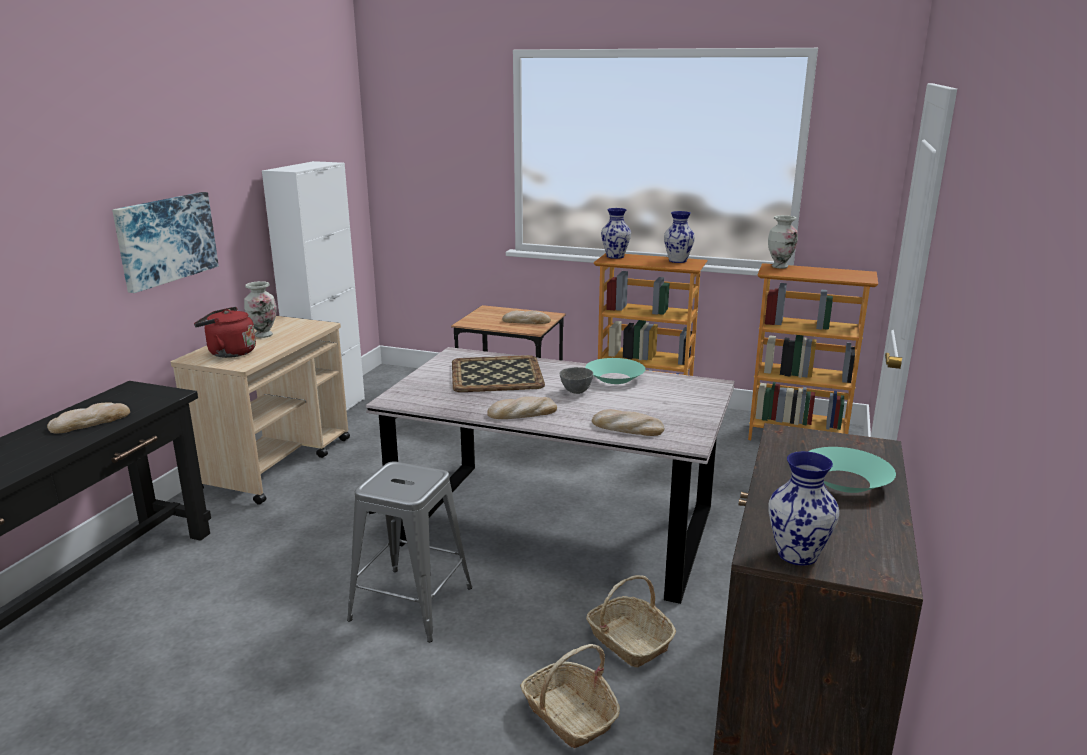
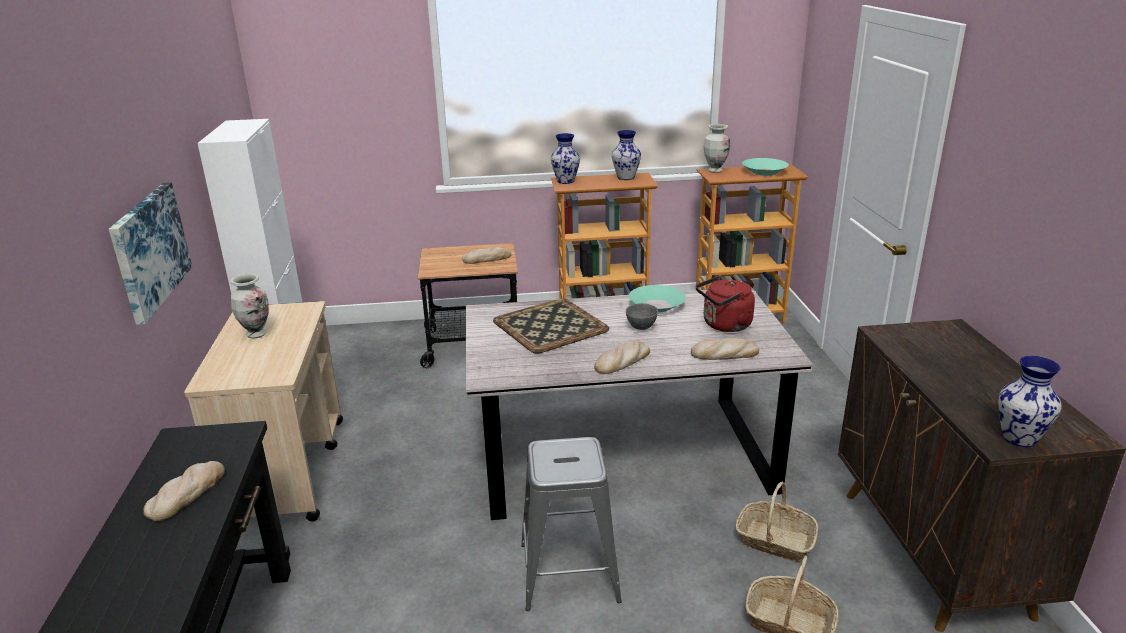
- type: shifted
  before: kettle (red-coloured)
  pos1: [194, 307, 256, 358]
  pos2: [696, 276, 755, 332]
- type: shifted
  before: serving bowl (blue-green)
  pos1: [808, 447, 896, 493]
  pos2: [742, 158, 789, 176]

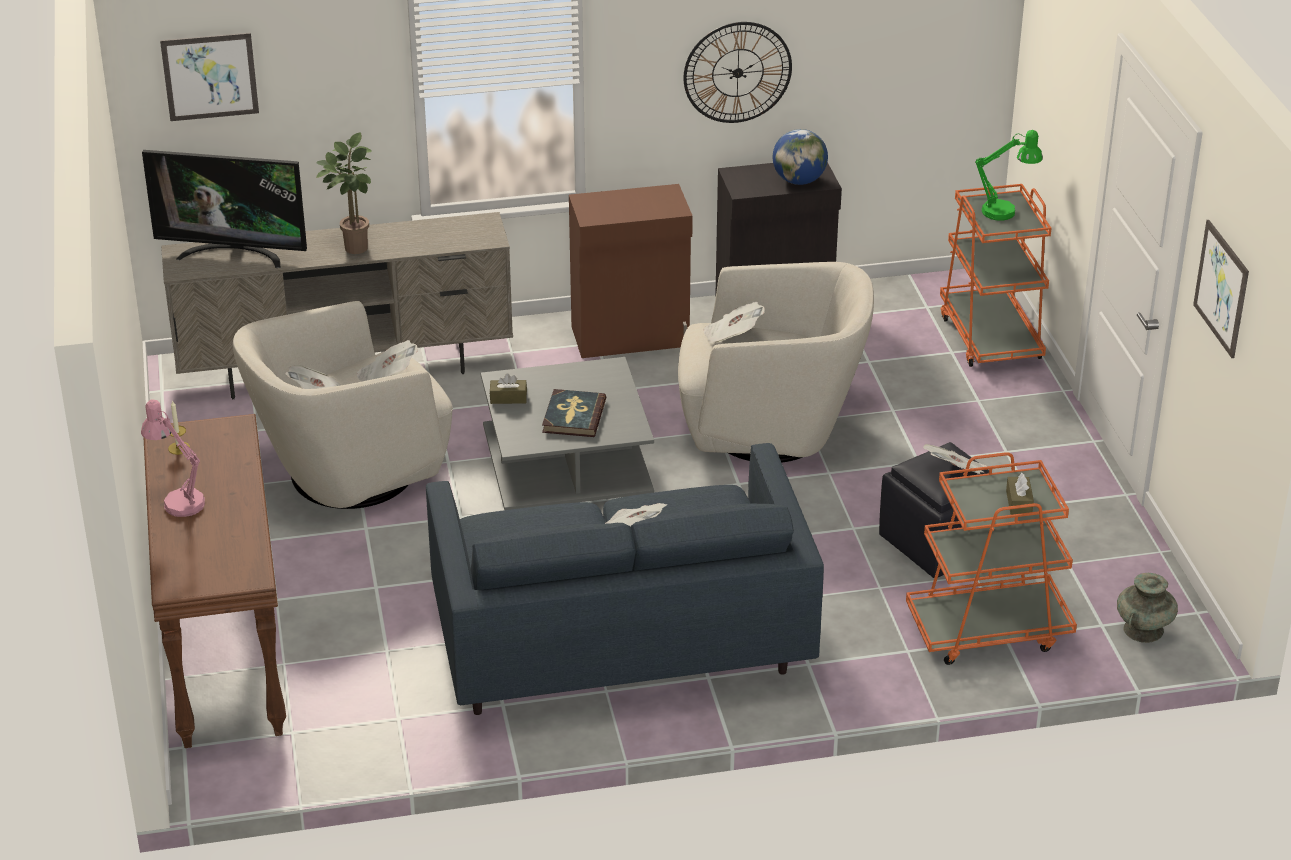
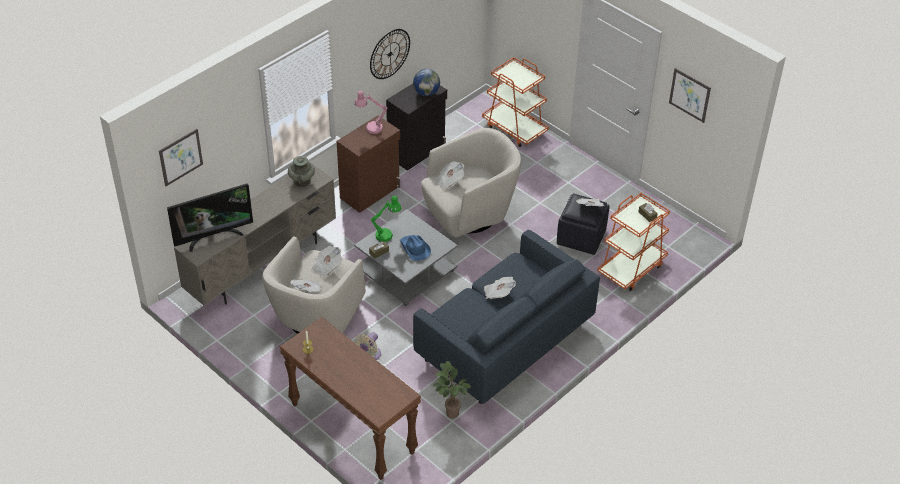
- type: shifted
  before: lamp for a table (pink)
  pos1: [141, 399, 205, 517]
  pos2: [355, 91, 388, 134]
- type: shifted
  before: potted plant
  pos1: [316, 133, 372, 254]
  pos2: [433, 361, 471, 419]
- type: swapped
  before: bound book
  after: wearable hat (blue-coloured)
  pos1: [542, 389, 606, 437]
  pos2: [400, 235, 431, 261]
- type: shifted
  before: lamp for a table (green)
  pos1: [975, 130, 1043, 221]
  pos2: [371, 196, 401, 242]
- type: shifted
  before: decorative vase (blue-green)
  pos1: [1117, 573, 1178, 643]
  pos2: [288, 156, 315, 187]
- type: new
  after: fan (sand-coloured)
  pos2: [355, 332, 381, 360]

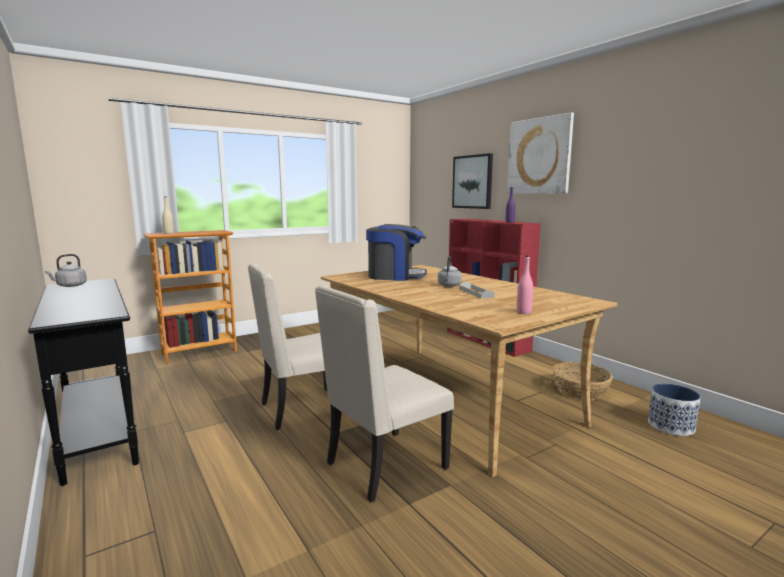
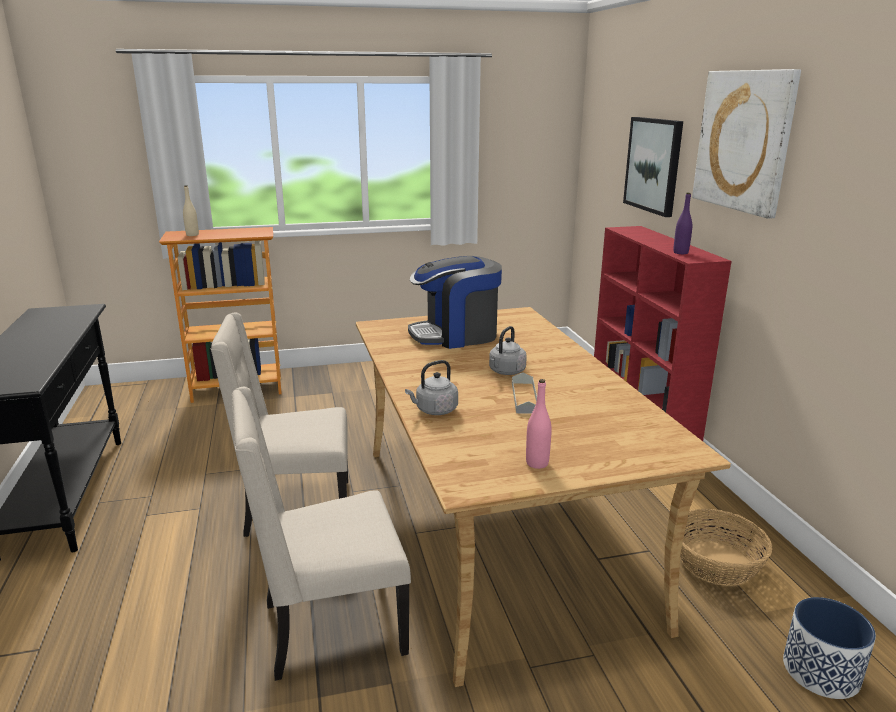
- type: shifted
  before: kettle (grey)
  pos1: [45, 254, 87, 287]
  pos2: [405, 360, 458, 415]
- type: rotated
  before: coffee machine
  pos1: [366, 224, 427, 281]
  pos2: [408, 256, 502, 349]
  turn: 135

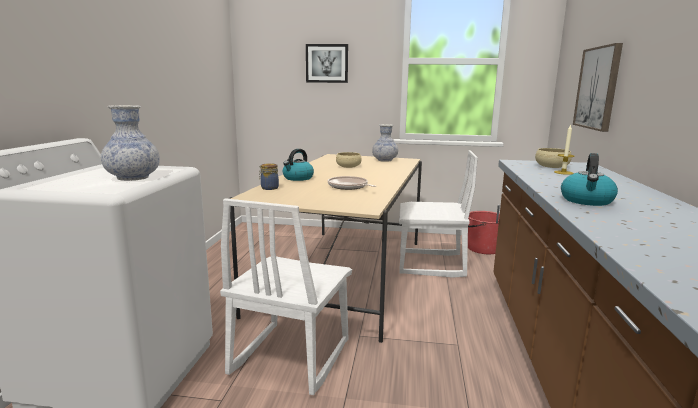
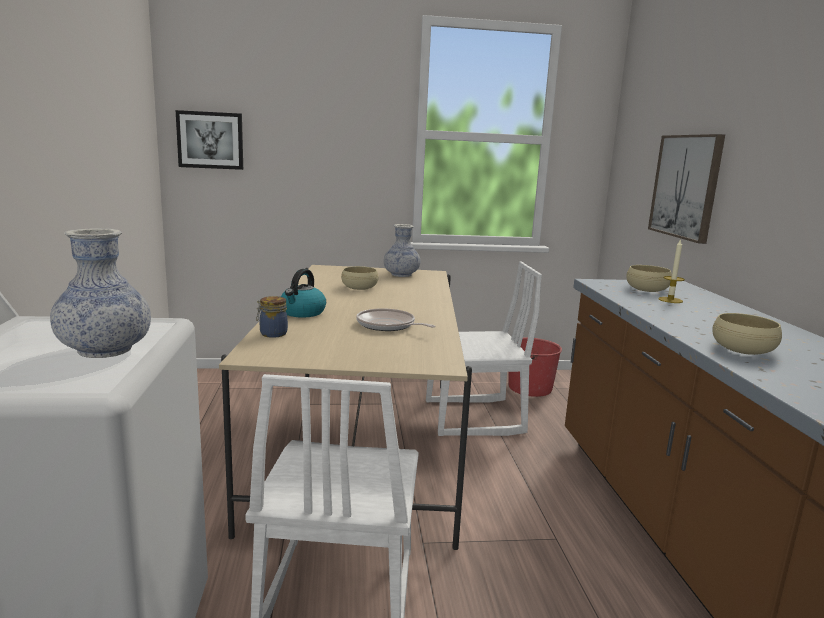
- type: shifted
  before: wall picture
  pos1: [306, 44, 348, 83]
  pos2: [175, 110, 243, 170]
- type: swapped
  before: kettle
  after: serving bowl (sand-coloured)
  pos1: [561, 153, 618, 206]
  pos2: [712, 313, 782, 355]

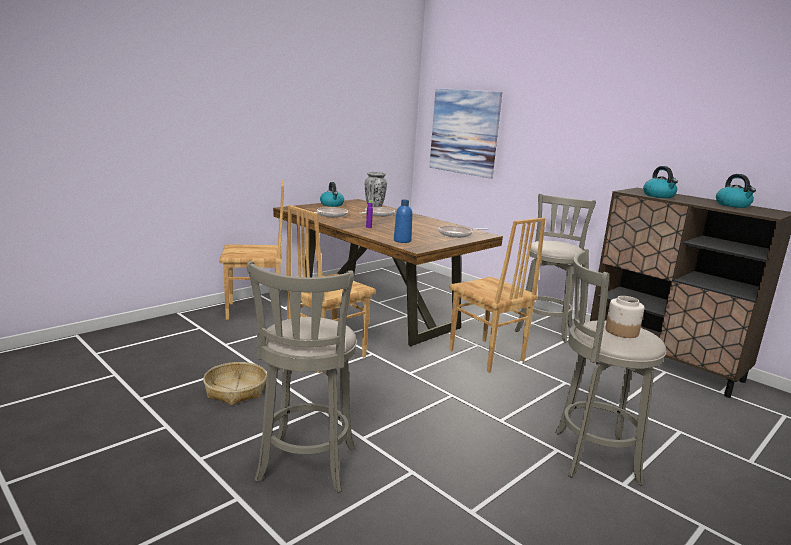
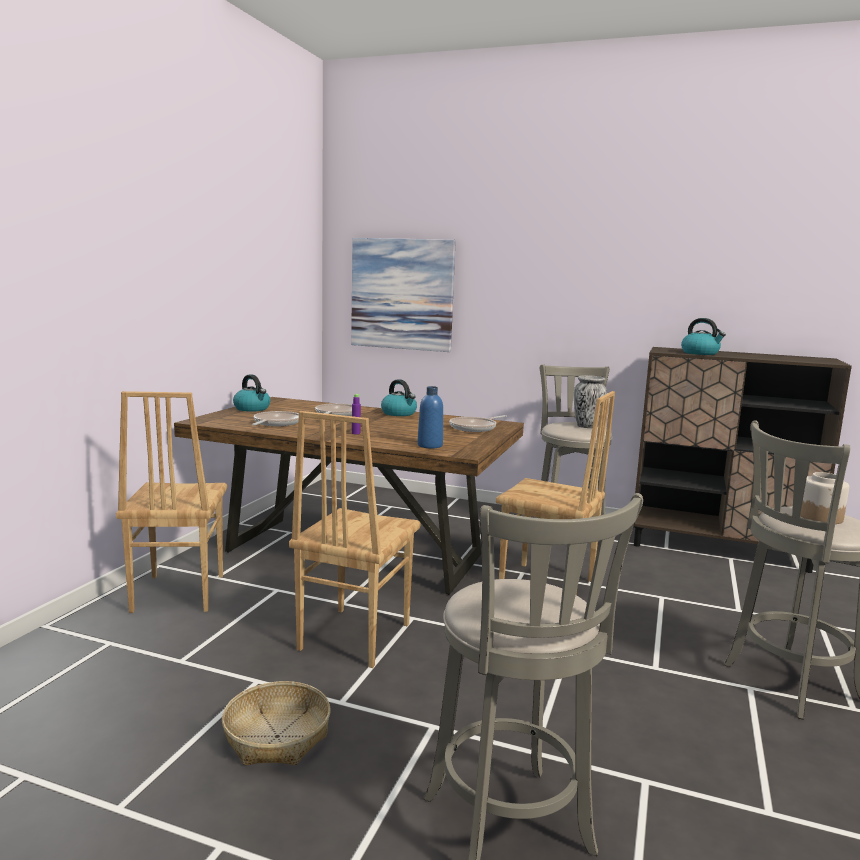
- type: rotated
  before: plain chair (brownish)
  pos1: [219, 180, 284, 320]
  pos2: [116, 391, 227, 613]
  turn: 120
- type: shifted
  before: decorative vase
  pos1: [365, 172, 387, 207]
  pos2: [574, 375, 607, 428]
- type: shifted
  before: kettle
  pos1: [716, 174, 756, 208]
  pos2: [381, 379, 417, 416]

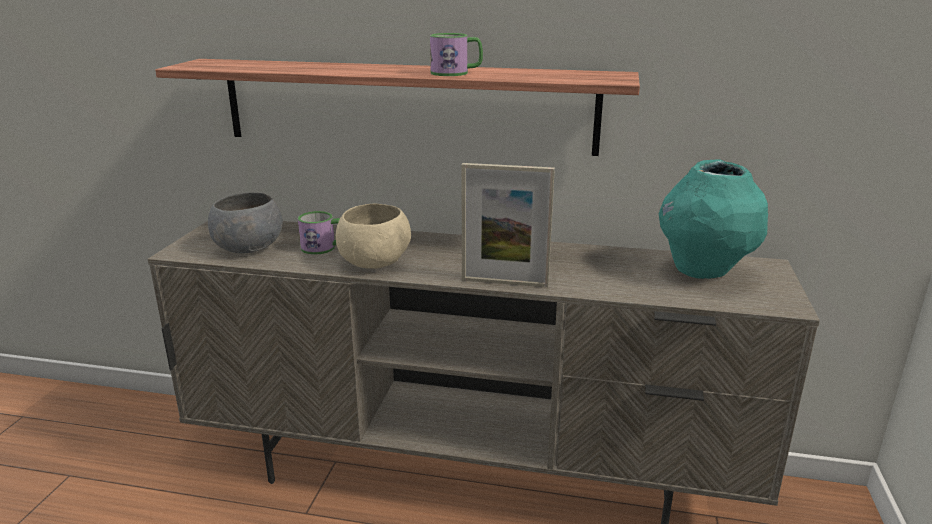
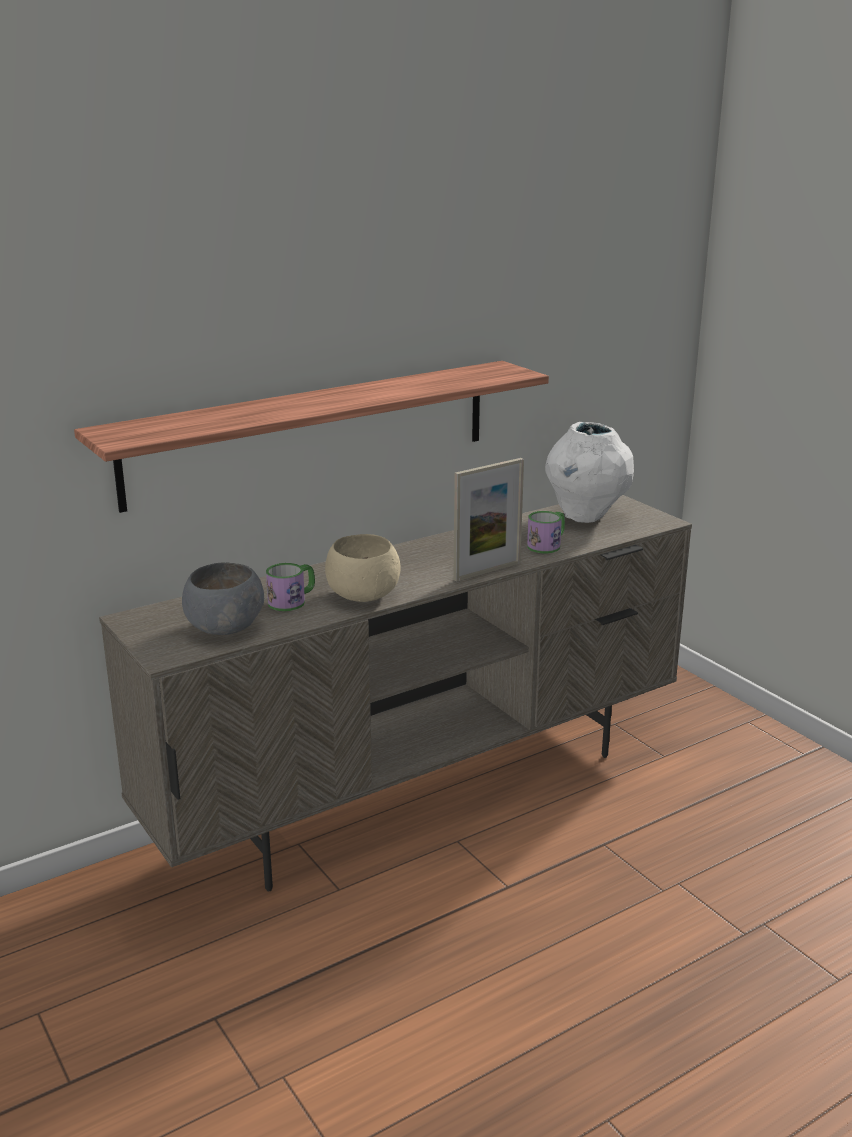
- type: shifted
  before: coffee mug
  pos1: [430, 33, 483, 76]
  pos2: [527, 511, 565, 553]
- type: repainted
  before: decorative vase (blue-green)
  after: decorative vase (white-coloured)
  pos1: [659, 160, 768, 279]
  pos2: [545, 422, 634, 523]

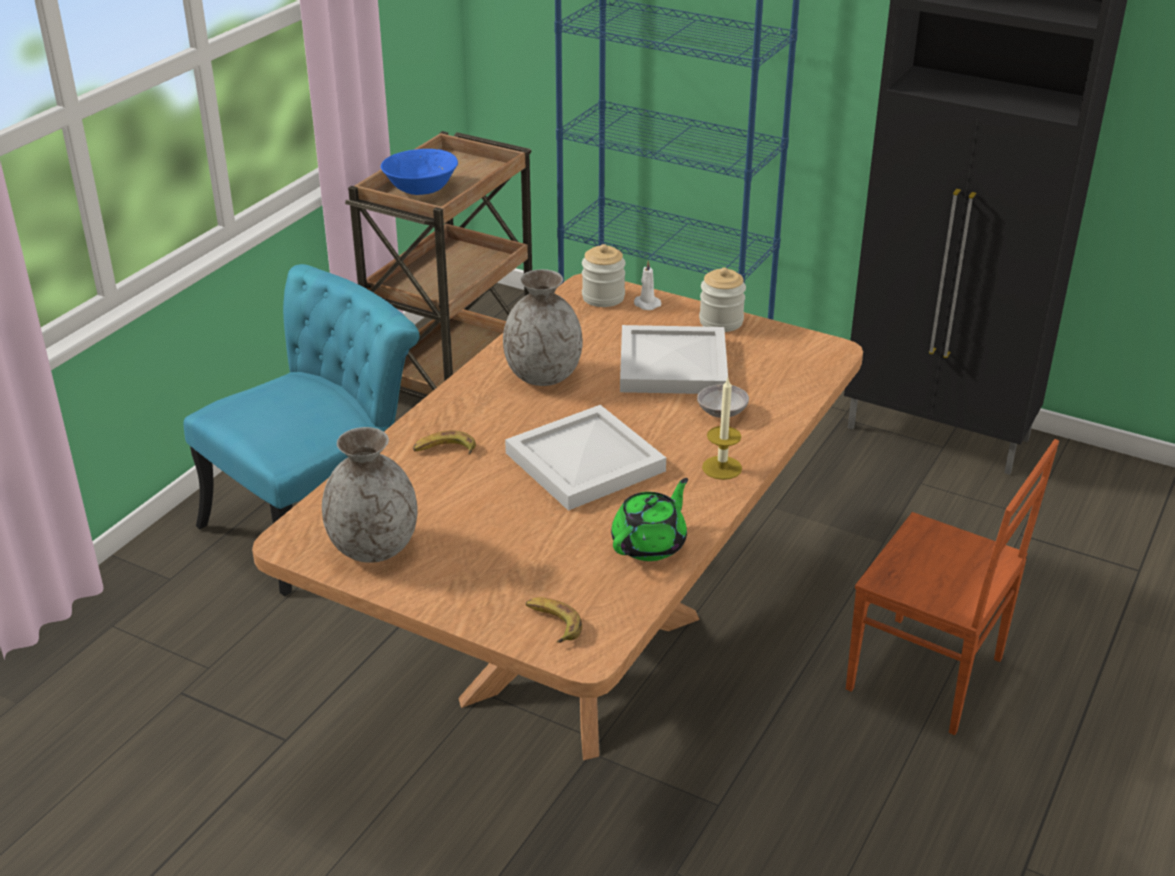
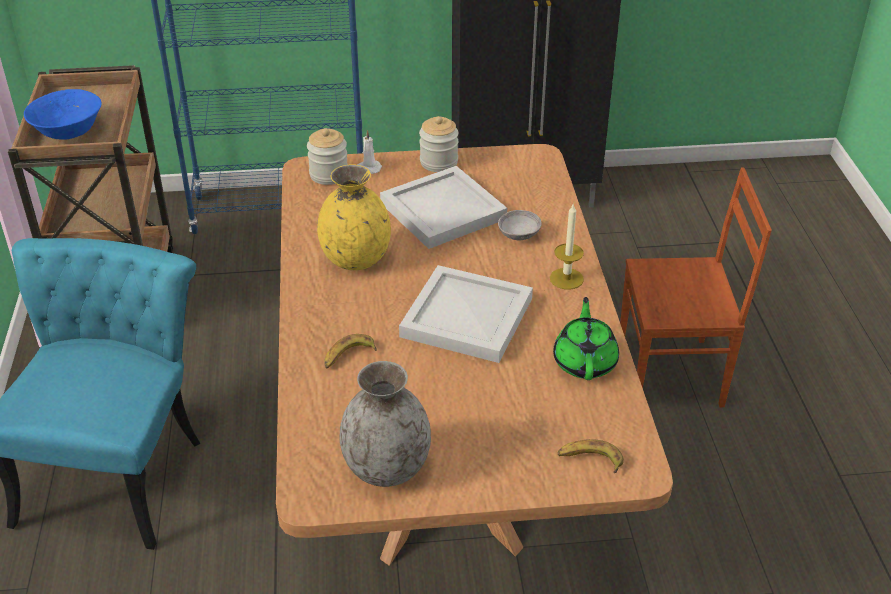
- type: repainted
  before: decorative vase (grey)
  after: decorative vase (yellowish)
  pos1: [503, 269, 583, 386]
  pos2: [317, 164, 391, 270]

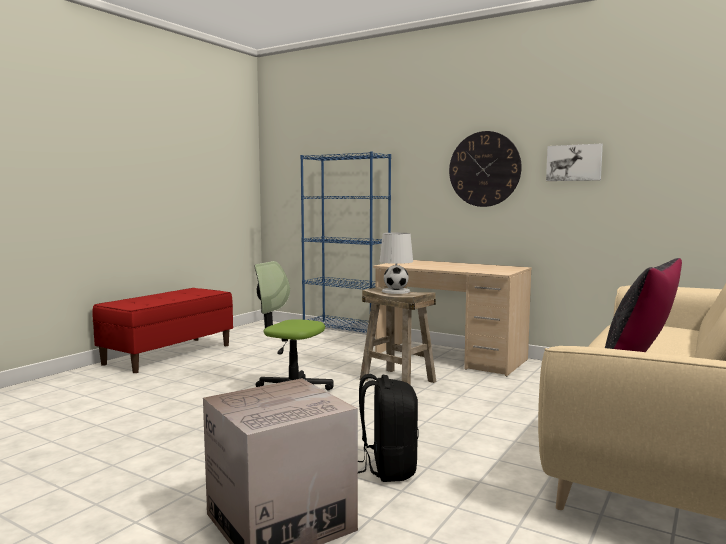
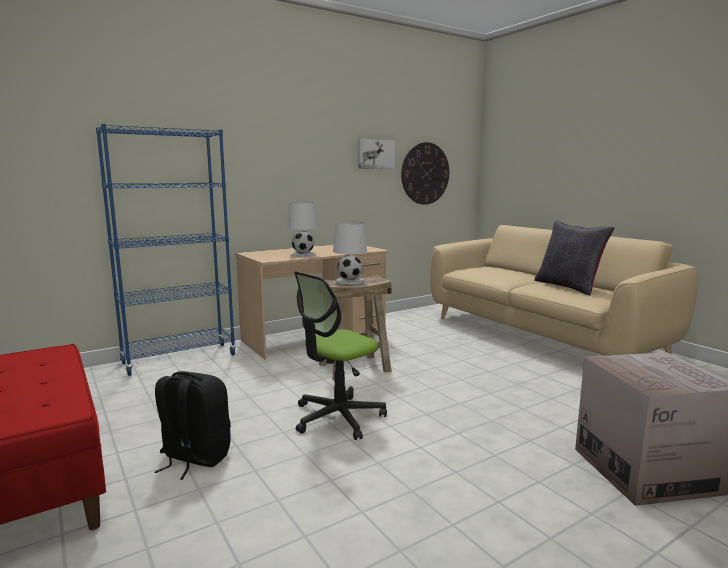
- type: shifted
  before: knapsack (black-coloured)
  pos1: [358, 374, 419, 482]
  pos2: [155, 371, 231, 480]
- type: shifted
  before: hanging clock
  pos1: [449, 131, 522, 207]
  pos2: [401, 142, 449, 205]
- type: new
  after: lamp for a table (white-coloured)
  pos2: [287, 202, 318, 257]

